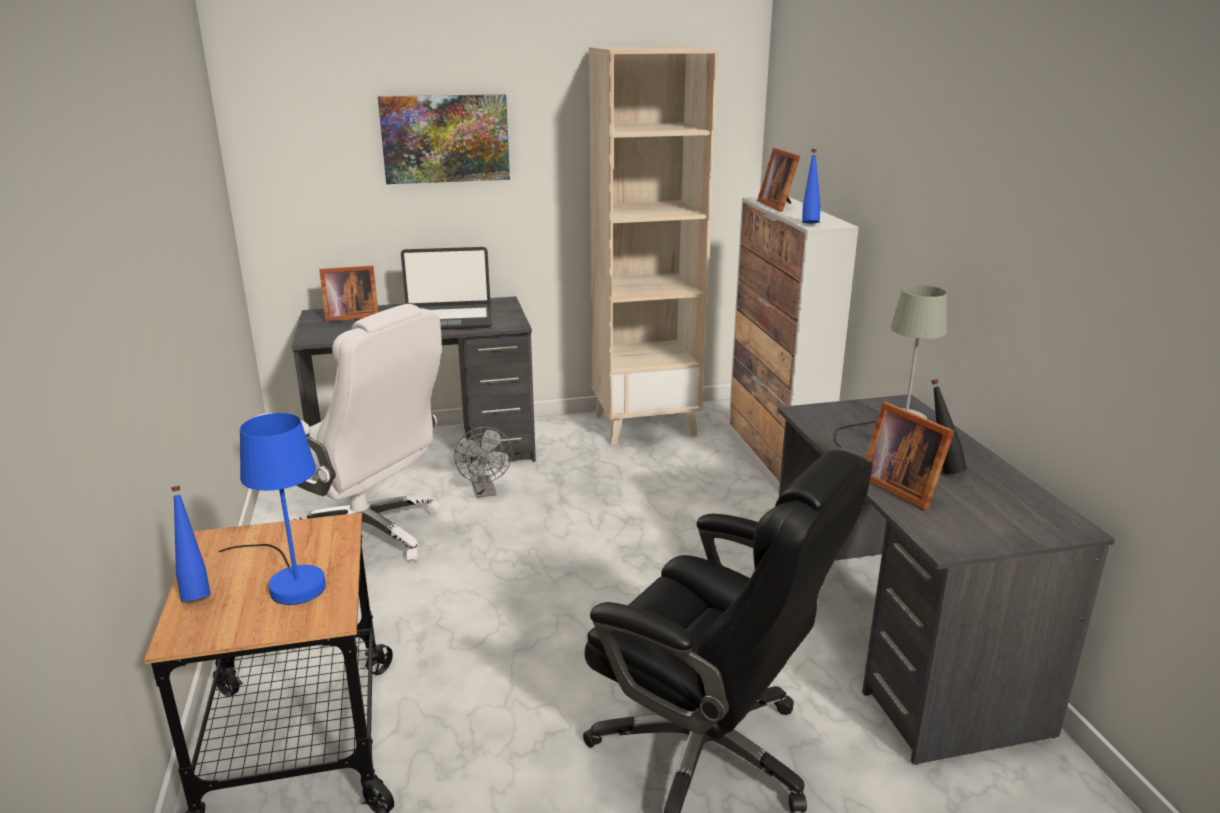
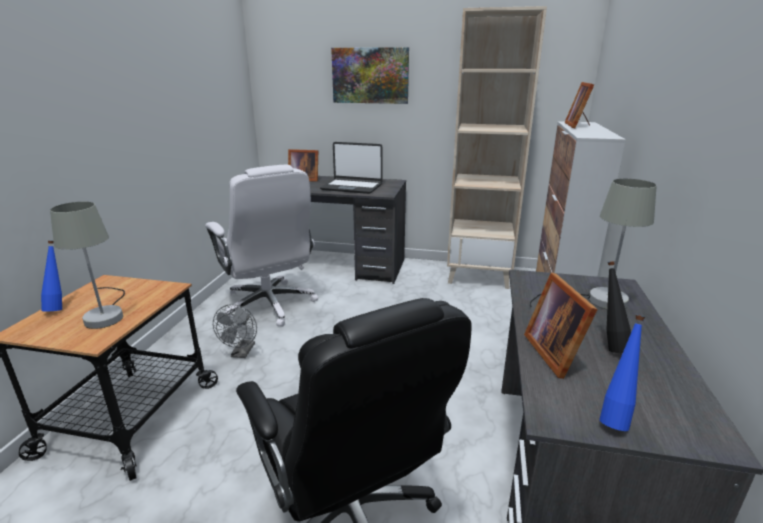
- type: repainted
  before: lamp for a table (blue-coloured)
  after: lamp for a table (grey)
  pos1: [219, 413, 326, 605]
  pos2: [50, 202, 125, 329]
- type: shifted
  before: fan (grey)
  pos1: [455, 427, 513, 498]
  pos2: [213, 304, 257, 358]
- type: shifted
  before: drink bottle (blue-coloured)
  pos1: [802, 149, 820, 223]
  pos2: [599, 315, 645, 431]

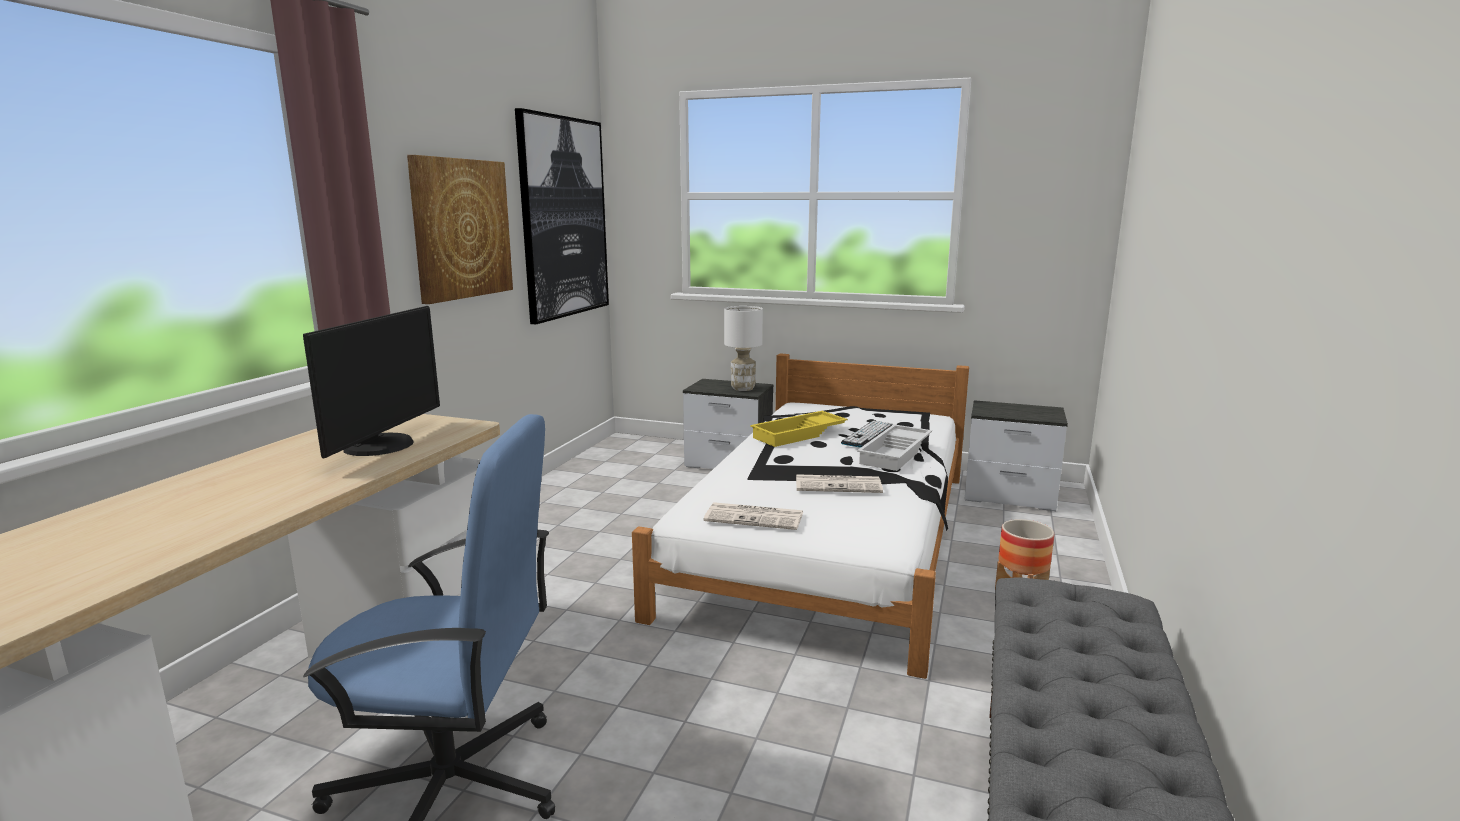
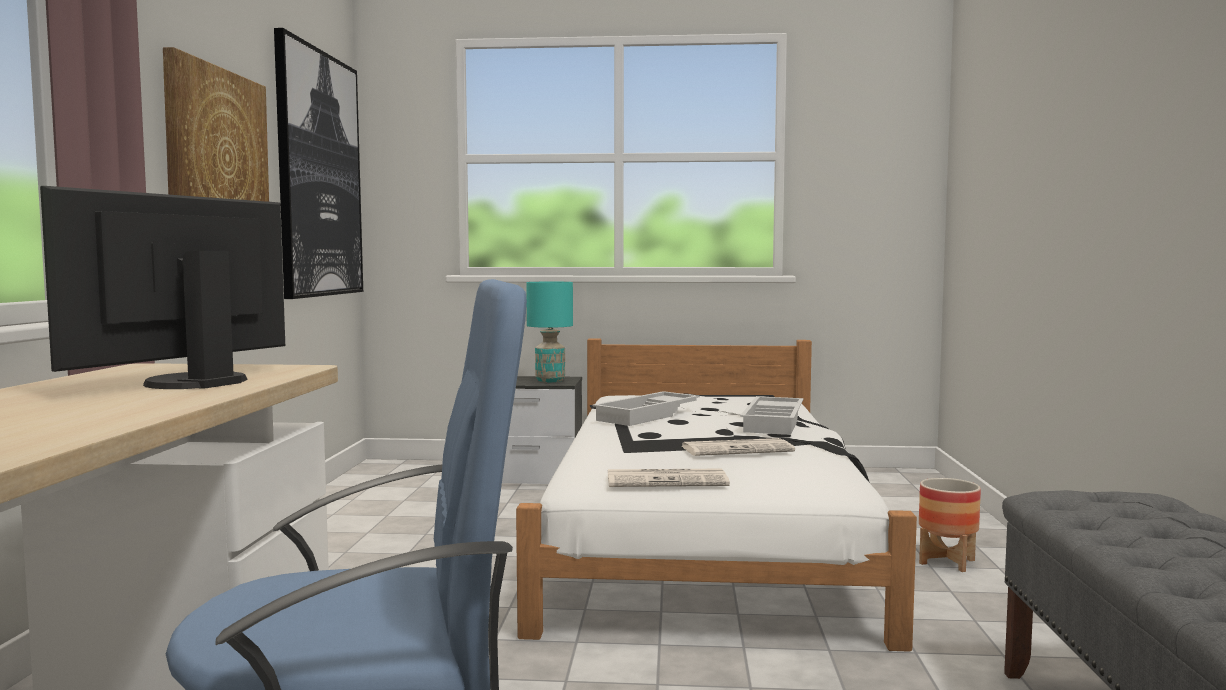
- type: rotated
  before: computer display
  pos1: [303, 306, 440, 458]
  pos2: [40, 186, 285, 389]
  turn: -150
- type: repainted
  before: lamp for a table (white-coloured)
  after: lamp for a table (blue-green)
  pos1: [724, 306, 763, 391]
  pos2: [526, 282, 573, 382]
- type: repainted
  before: tray (yellowish)
  after: tray (white-coloured)
  pos1: [750, 411, 848, 447]
  pos2: [592, 391, 700, 426]
- type: gone
  before: computer keyboard
  pos1: [841, 421, 893, 448]
- type: gone
  before: nightstand
  pos1: [965, 400, 1068, 511]

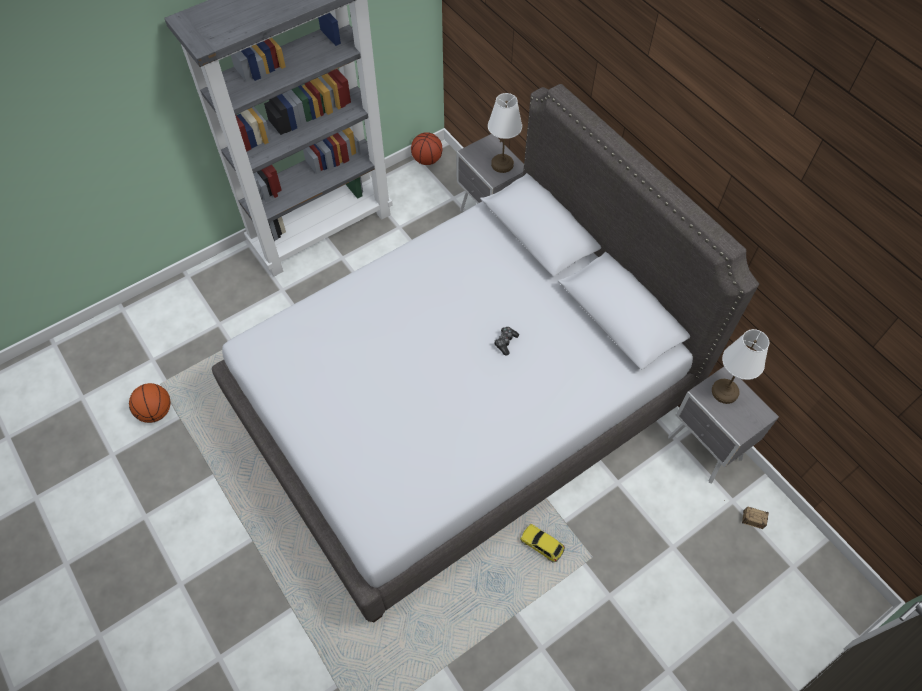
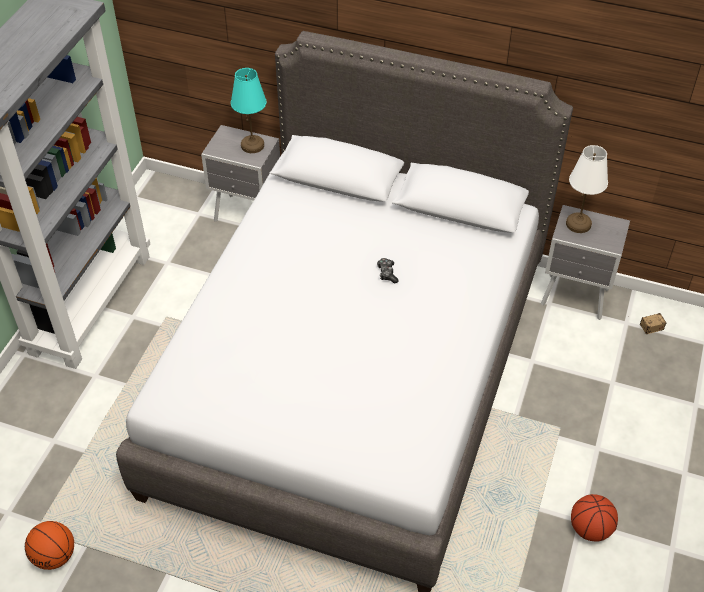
- type: shifted
  before: ball for basketball
  pos1: [411, 132, 442, 165]
  pos2: [571, 494, 618, 542]
- type: repainted
  before: lamp for a table (white-coloured)
  after: lamp for a table (blue-green)
  pos1: [488, 93, 522, 173]
  pos2: [231, 68, 266, 153]
- type: gone
  before: toy car
  pos1: [520, 524, 565, 563]

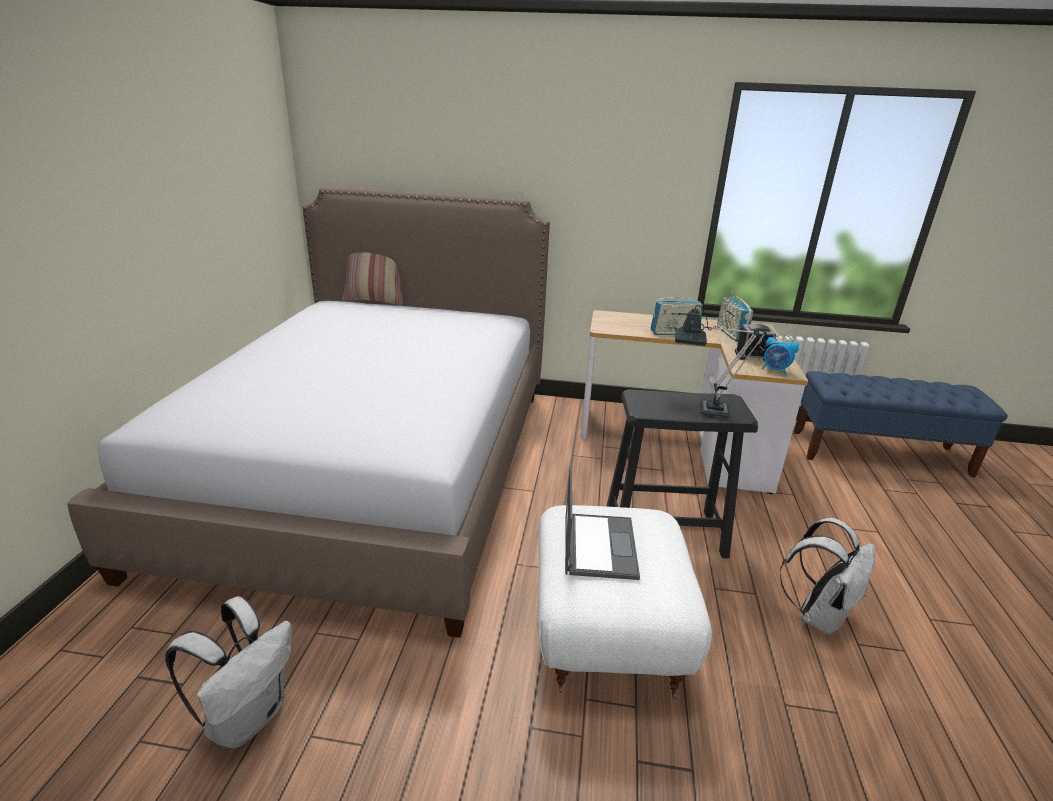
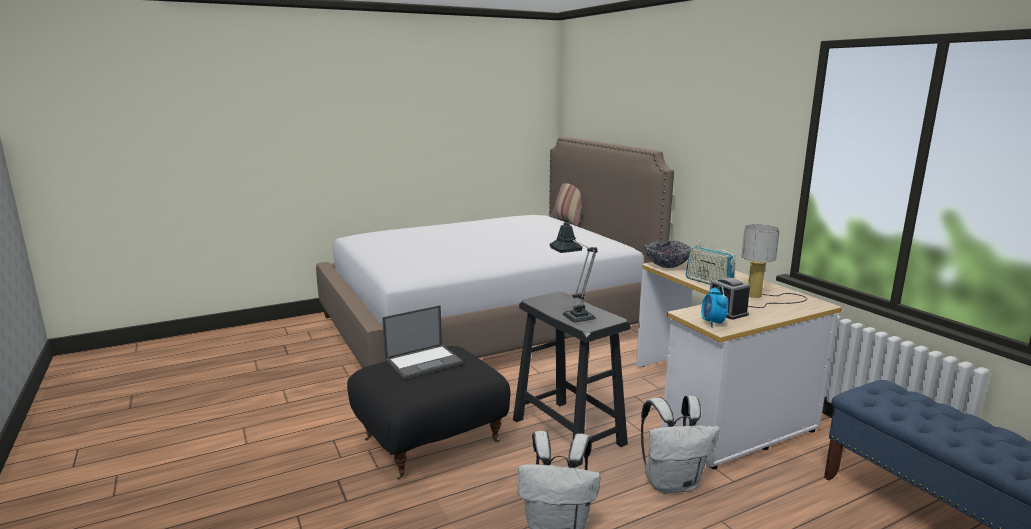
- type: shifted
  before: knapsack (white-coloured)
  pos1: [165, 596, 292, 749]
  pos2: [641, 396, 720, 494]
- type: repainted
  before: pouffe (white-coloured)
  after: pouffe (black-coloured)
  pos1: [538, 505, 712, 698]
  pos2: [347, 346, 511, 480]
- type: swapped
  before: radio
  after: lamp for a table
  pos1: [717, 291, 753, 342]
  pos2: [741, 224, 807, 308]
- type: new
  after: serving bowl
  pos2: [645, 240, 691, 268]

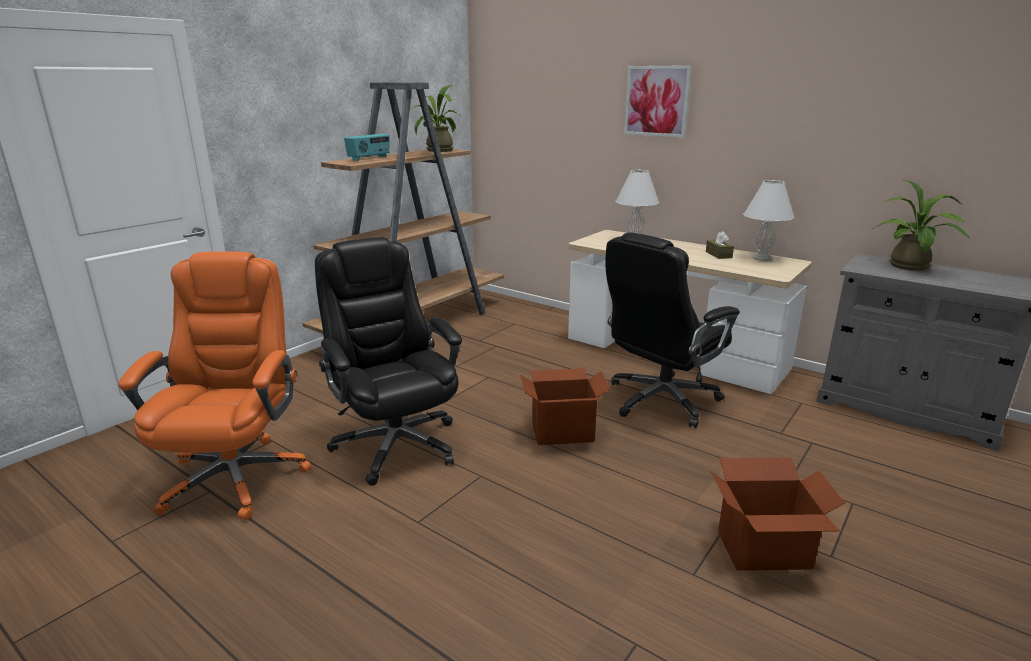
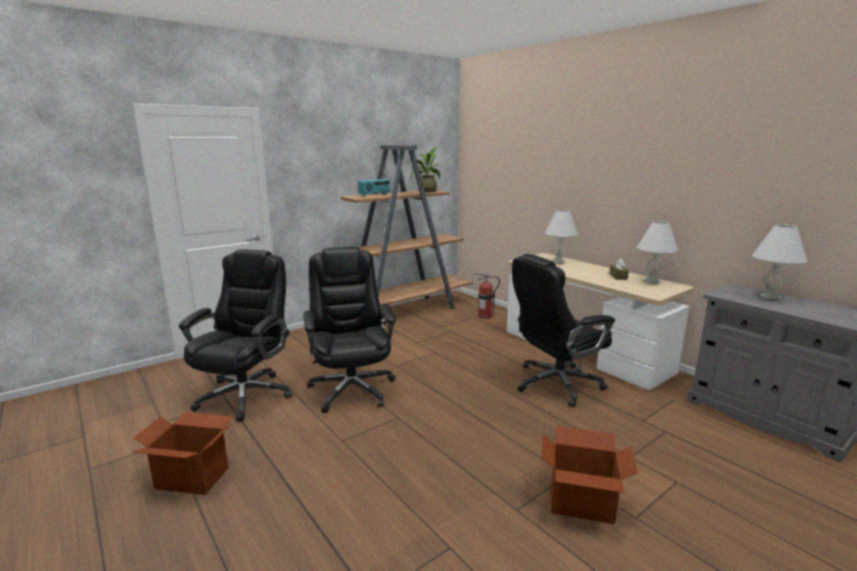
- type: repainted
  before: office chair (orange-coloured)
  after: office chair (black-coloured)
  pos1: [118, 252, 311, 520]
  pos2: [179, 249, 292, 422]
- type: shifted
  before: cardboard box
  pos1: [520, 368, 611, 445]
  pos2: [132, 412, 233, 495]
- type: gone
  before: wall picture
  pos1: [624, 65, 692, 138]
- type: swapped
  before: potted plant
  after: lamp for a table (white-coloured)
  pos1: [872, 179, 971, 271]
  pos2: [752, 224, 808, 300]
- type: new
  after: extinguisher
  pos2: [473, 272, 500, 319]

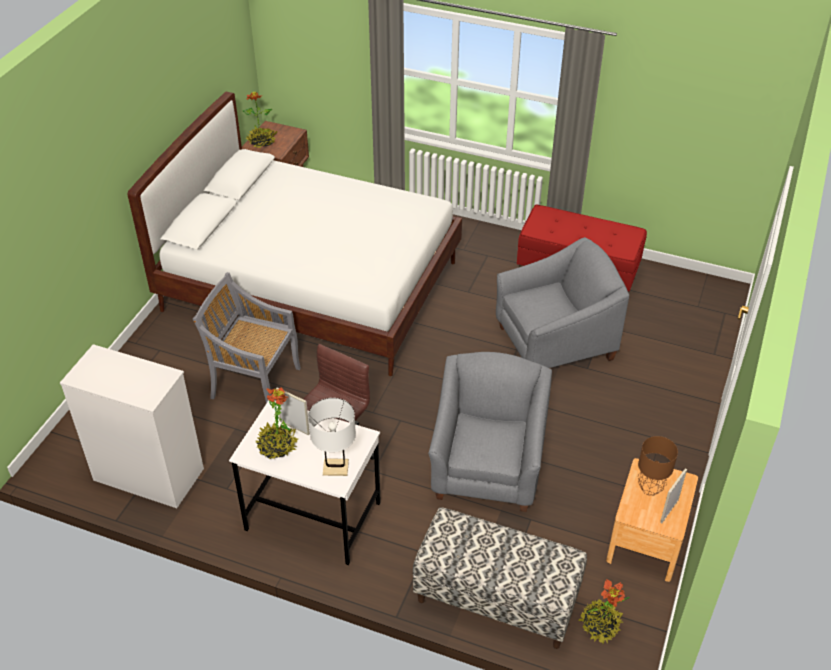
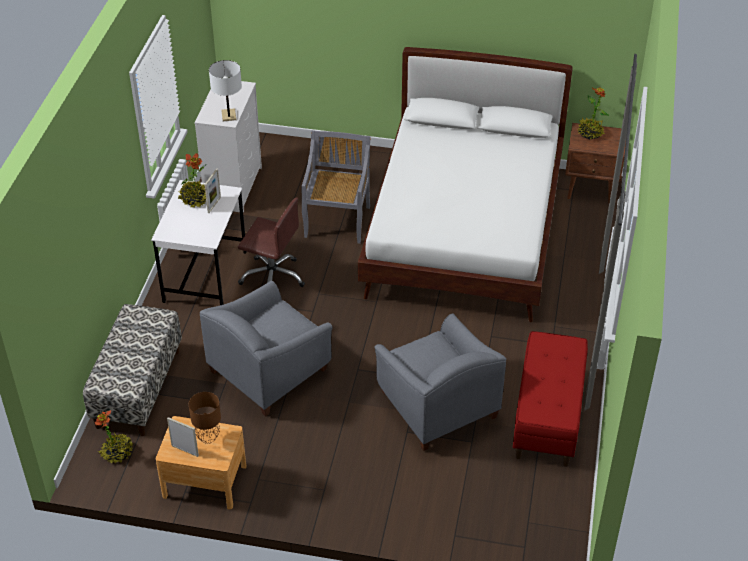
- type: shifted
  before: lamp for a table (white-coloured)
  pos1: [308, 398, 356, 476]
  pos2: [209, 60, 242, 121]
- type: rotated
  before: lounge chair (grey)
  pos1: [428, 352, 552, 512]
  pos2: [200, 281, 333, 417]
  turn: 135

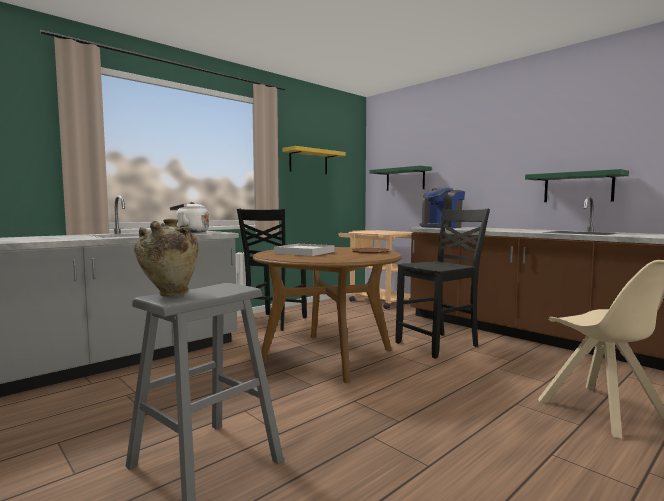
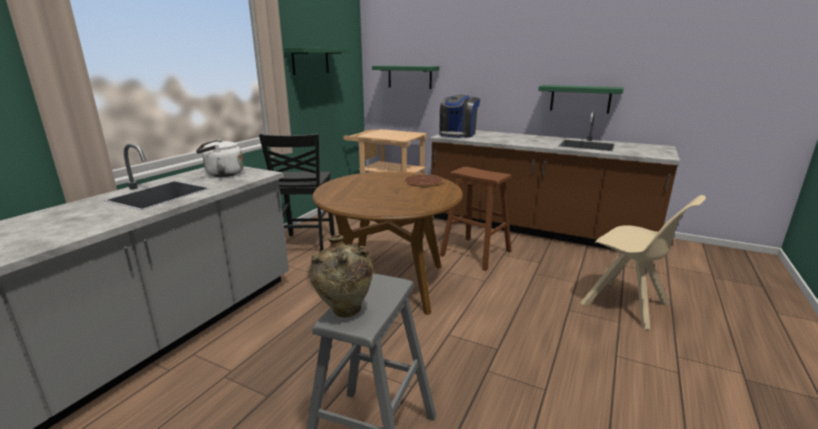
- type: gone
  before: tray (white-coloured)
  pos1: [274, 244, 334, 256]
- type: repainted
  before: bracket shelf (yellowish)
  after: bracket shelf (green)
  pos1: [282, 146, 346, 174]
  pos2: [284, 48, 350, 75]
- type: swapped
  before: plain chair (black-coloured)
  after: stool (brownish)
  pos1: [395, 208, 490, 359]
  pos2: [440, 167, 512, 271]

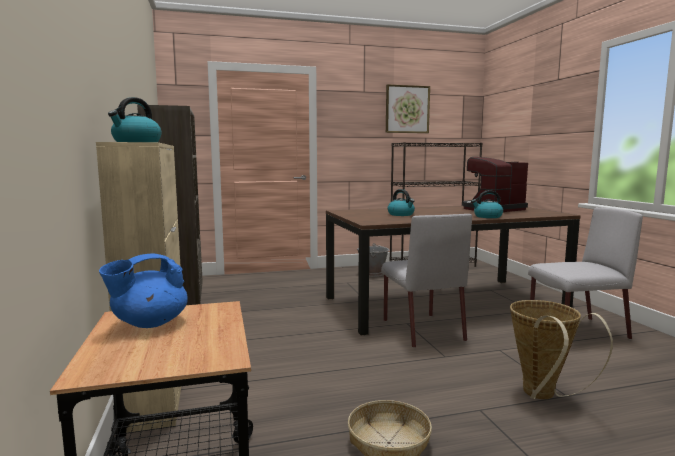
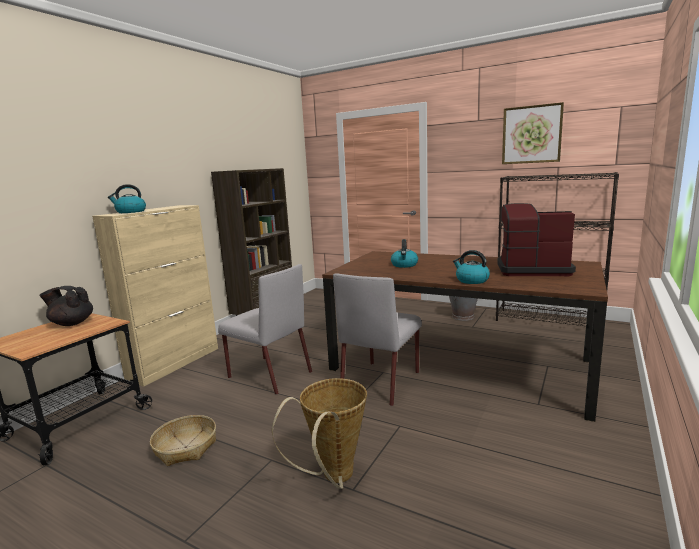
- type: repainted
  before: tea pot (blue-coloured)
  after: tea pot (black-coloured)
  pos1: [99, 253, 188, 328]
  pos2: [39, 286, 93, 326]
- type: shifted
  before: plain chair (grey)
  pos1: [528, 207, 643, 340]
  pos2: [218, 264, 312, 395]

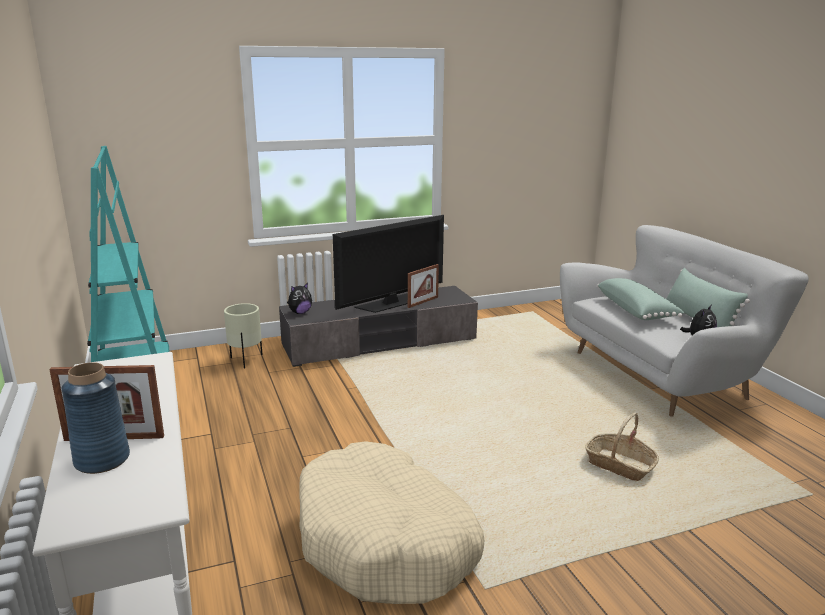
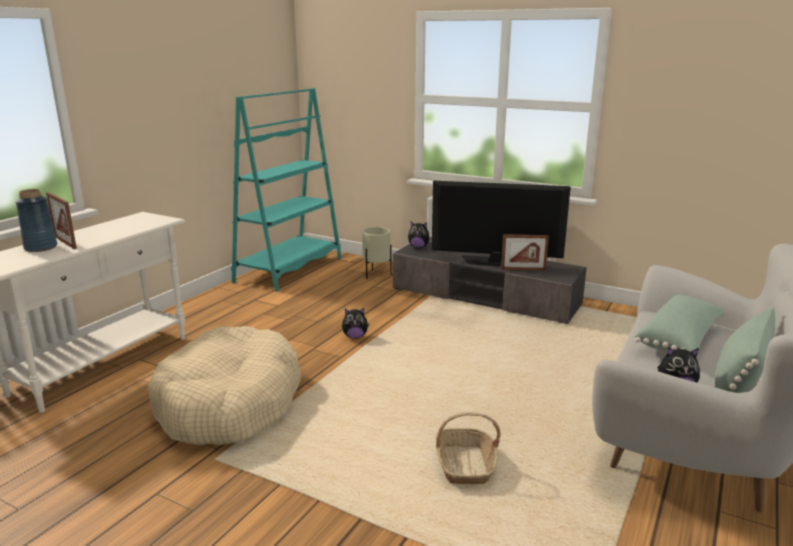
- type: new
  after: soft toy
  pos2: [342, 308, 370, 339]

